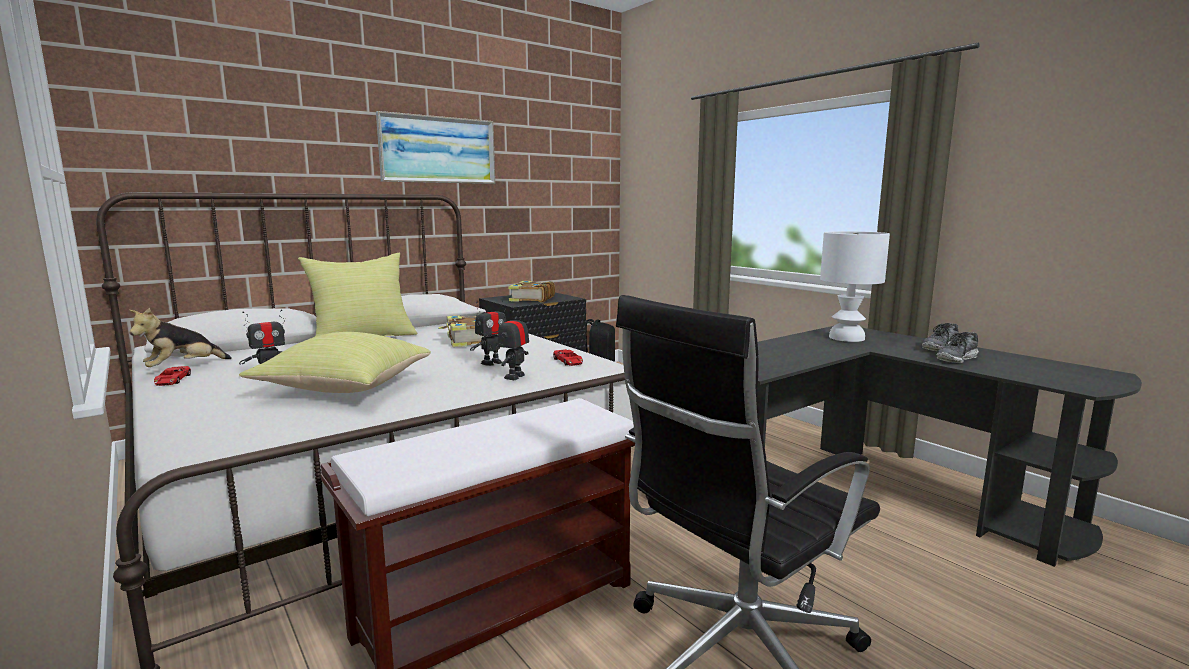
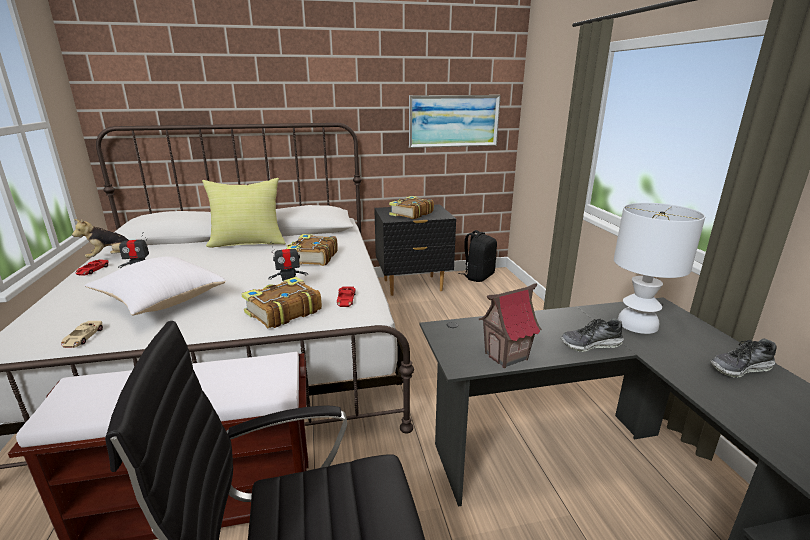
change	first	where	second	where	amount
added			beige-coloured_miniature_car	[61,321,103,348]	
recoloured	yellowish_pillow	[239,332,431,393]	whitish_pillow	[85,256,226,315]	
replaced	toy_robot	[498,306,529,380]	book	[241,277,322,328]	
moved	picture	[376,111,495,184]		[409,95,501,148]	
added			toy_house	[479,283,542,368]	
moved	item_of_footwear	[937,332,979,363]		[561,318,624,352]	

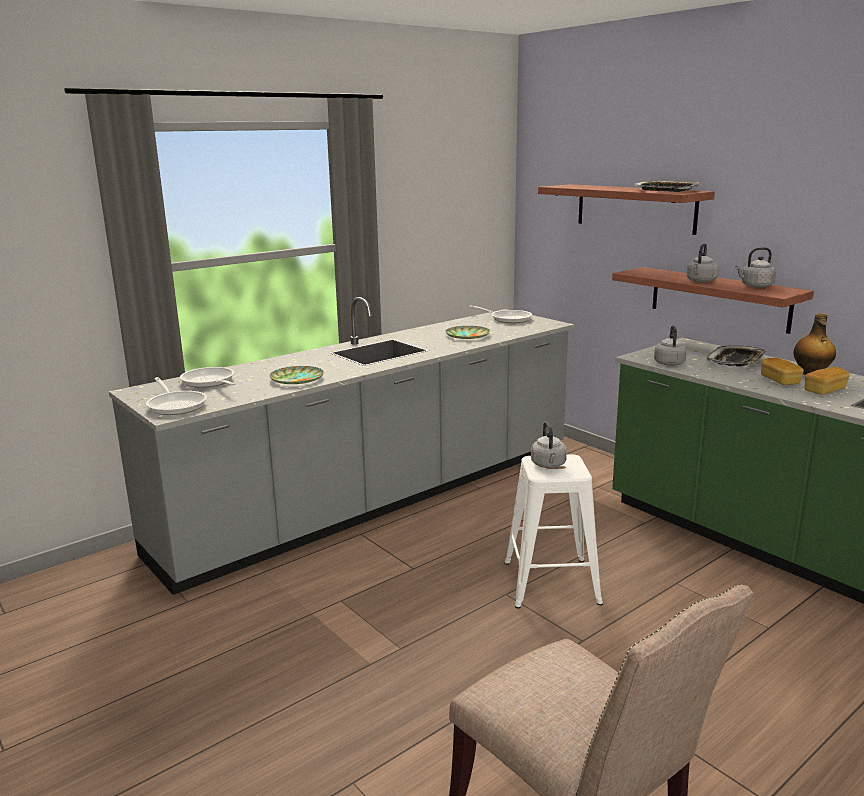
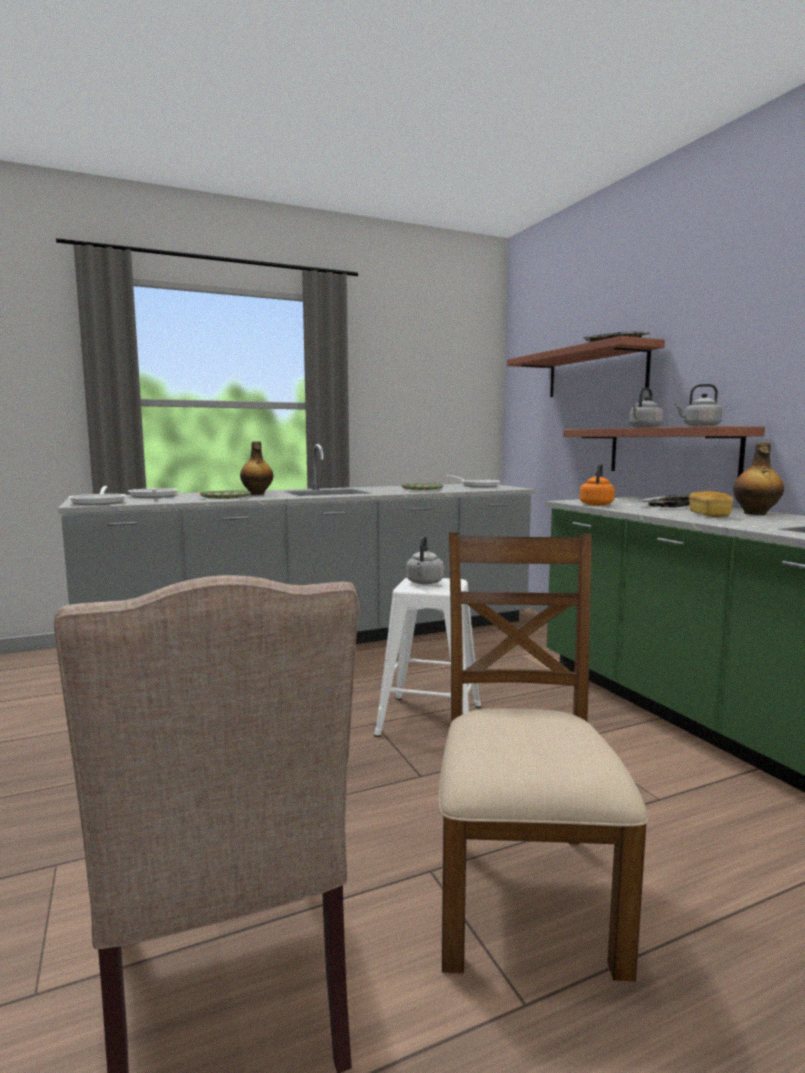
change	first	where	second	where	amount
added			drink_bottle	[240,441,273,495]	
added			brown_plain_chair	[439,533,648,981]	
recoloured	grey_water_kettle	[654,325,687,366]	orange-coloured_water_kettle	[580,463,615,506]	
removed	bread	[805,367,850,395]			

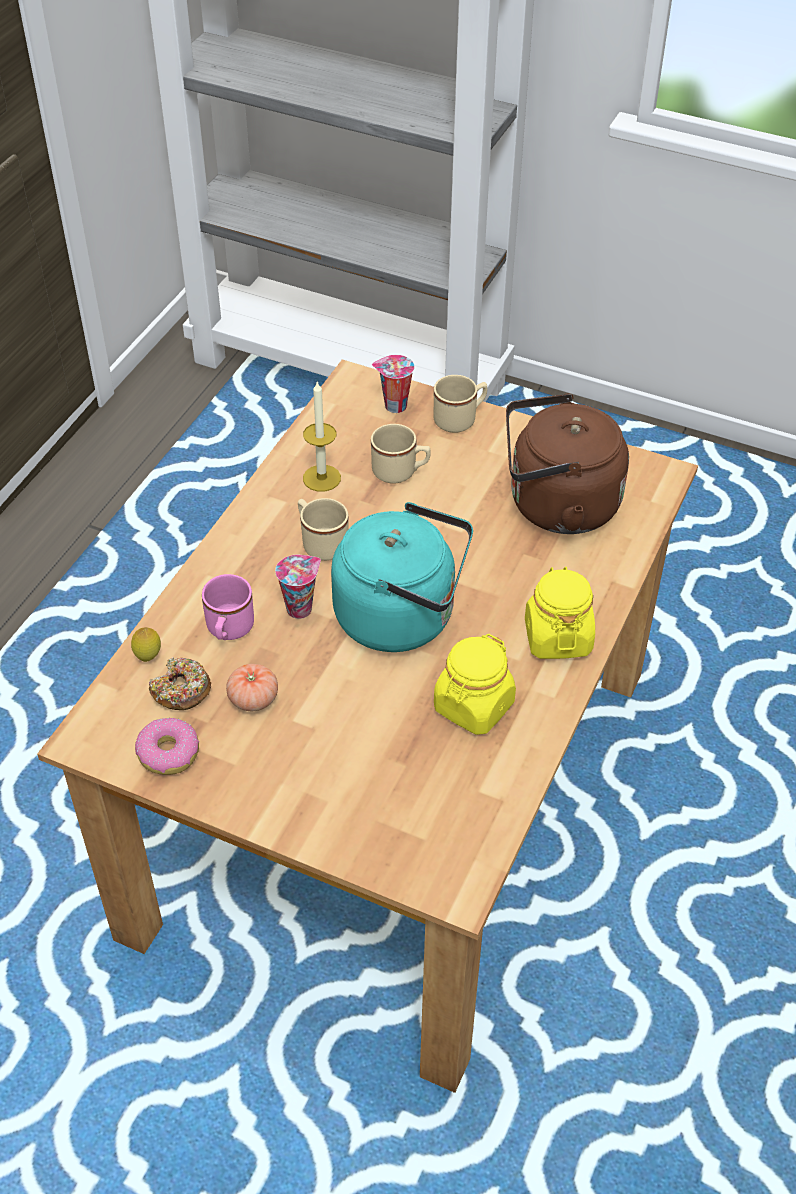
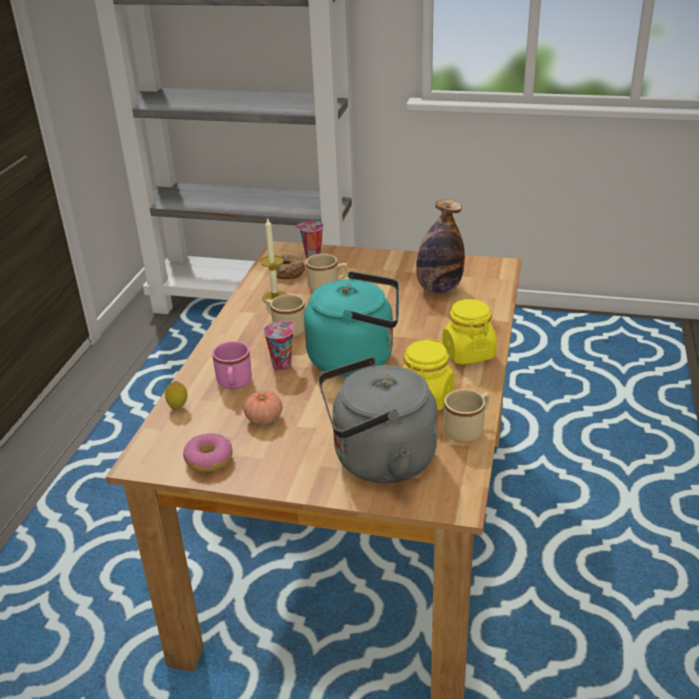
change	first	where	second	where	amount
moved	doughnut	[149,657,211,710]		[276,255,306,279]	
added			grey_water_kettle	[318,357,438,483]	
replaced	brown_water_kettle	[506,393,629,534]	drink_bottle	[416,199,465,294]	
moved	beige-coloured_coffee_mug	[433,375,487,433]		[444,389,489,443]	

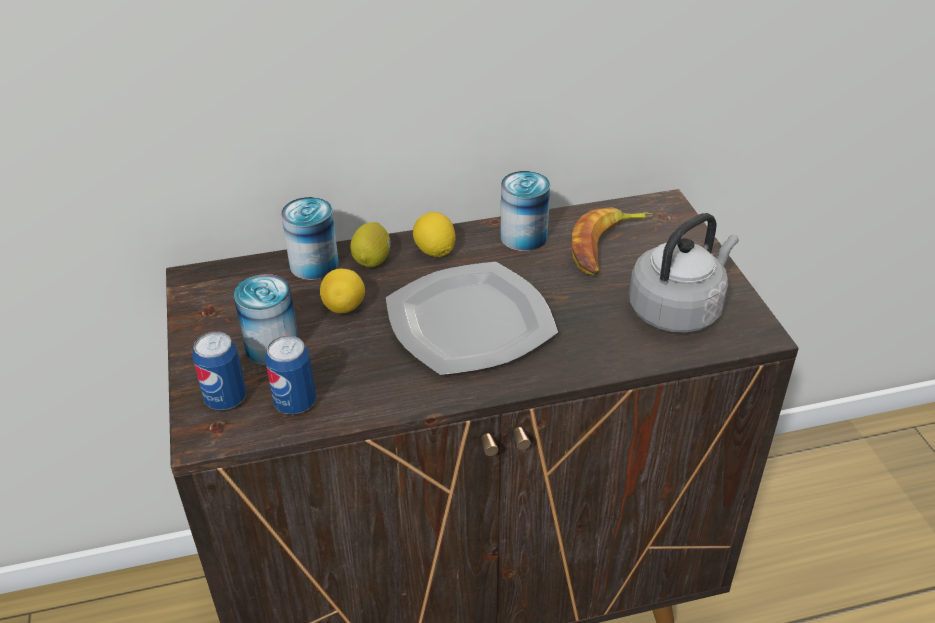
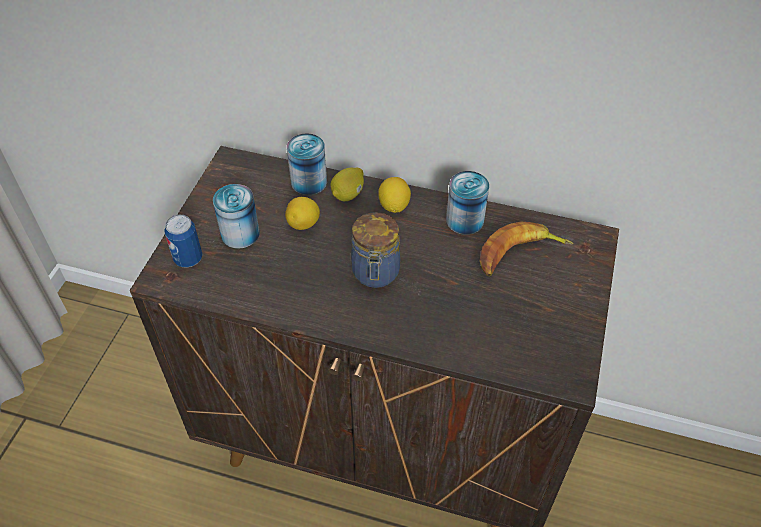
change	first	where	second	where	amount
replaced	plate	[386,262,558,376]	jar	[351,212,400,288]	
removed	sealed_can	[265,335,316,414]			
removed	grey_water_kettle	[629,213,739,333]			

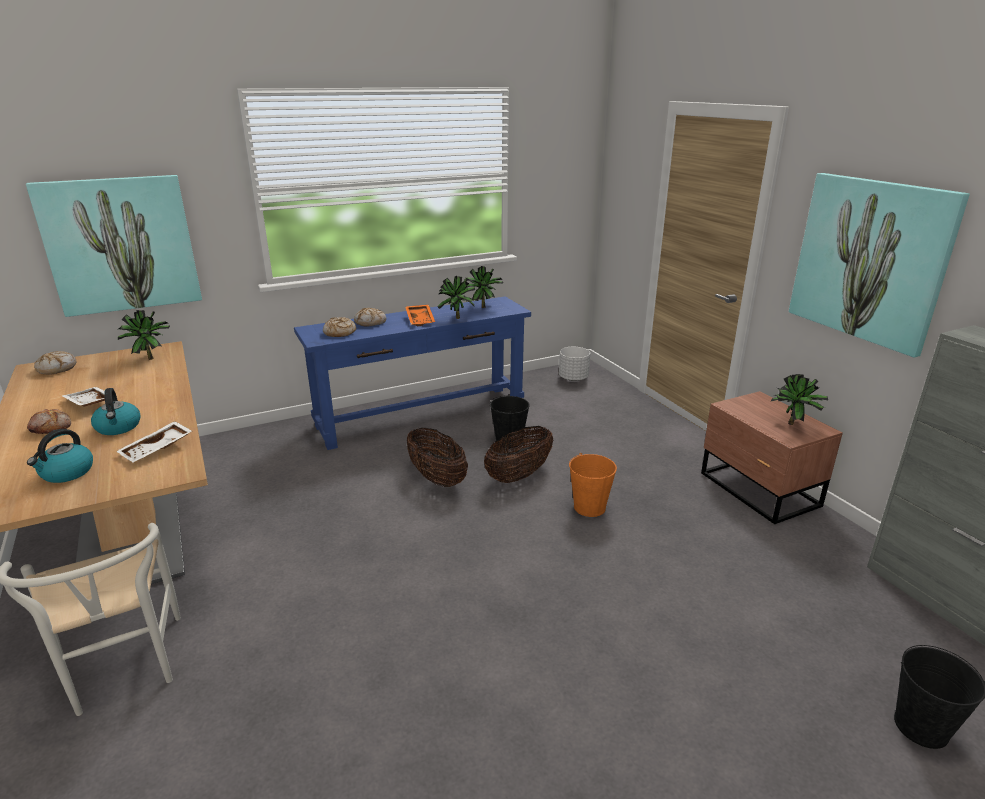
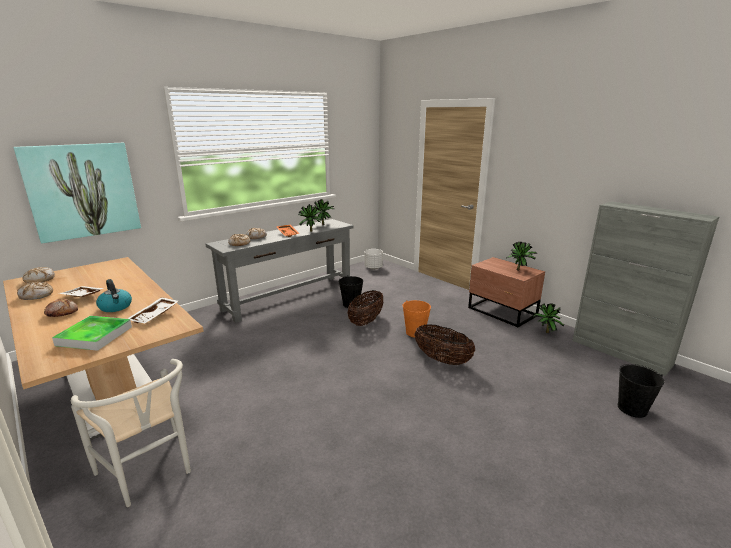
change	first	where	second	where	amount
added			bread	[17,281,53,300]	
replaced	water_kettle	[27,429,93,483]	carrying_tray	[52,316,132,351]	
recoloured	blue-coloured_hall_table	[294,297,531,450]	grey_hall_table	[206,219,354,323]	
moved	household_basket	[407,428,468,487]		[414,324,475,365]	
moved	plant_in_a_pot	[118,310,171,360]		[533,303,564,333]	
removed	picture	[789,173,970,358]			

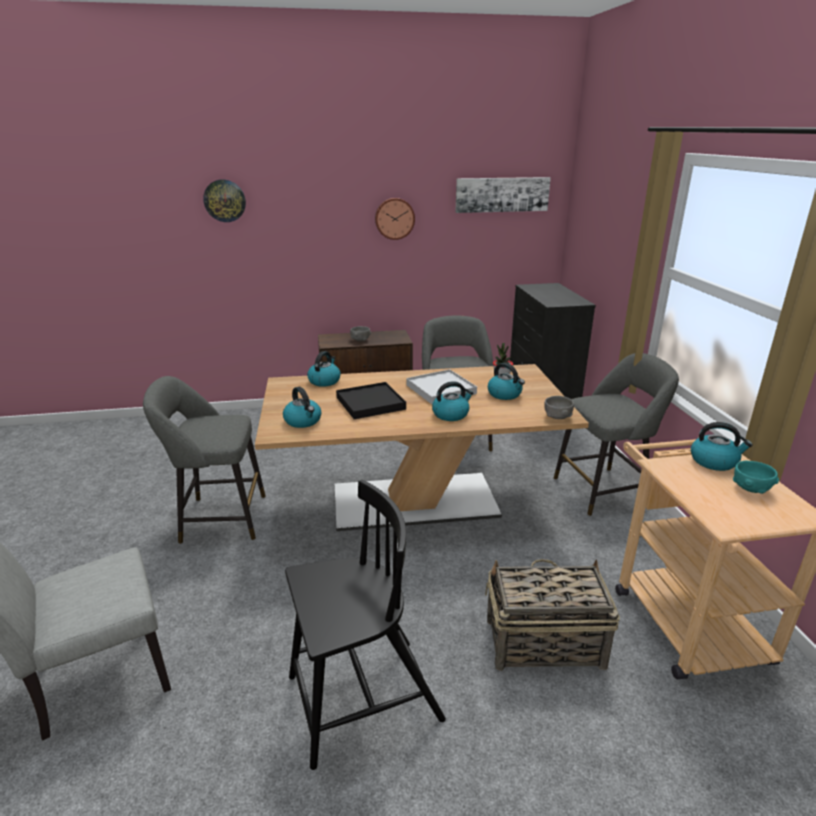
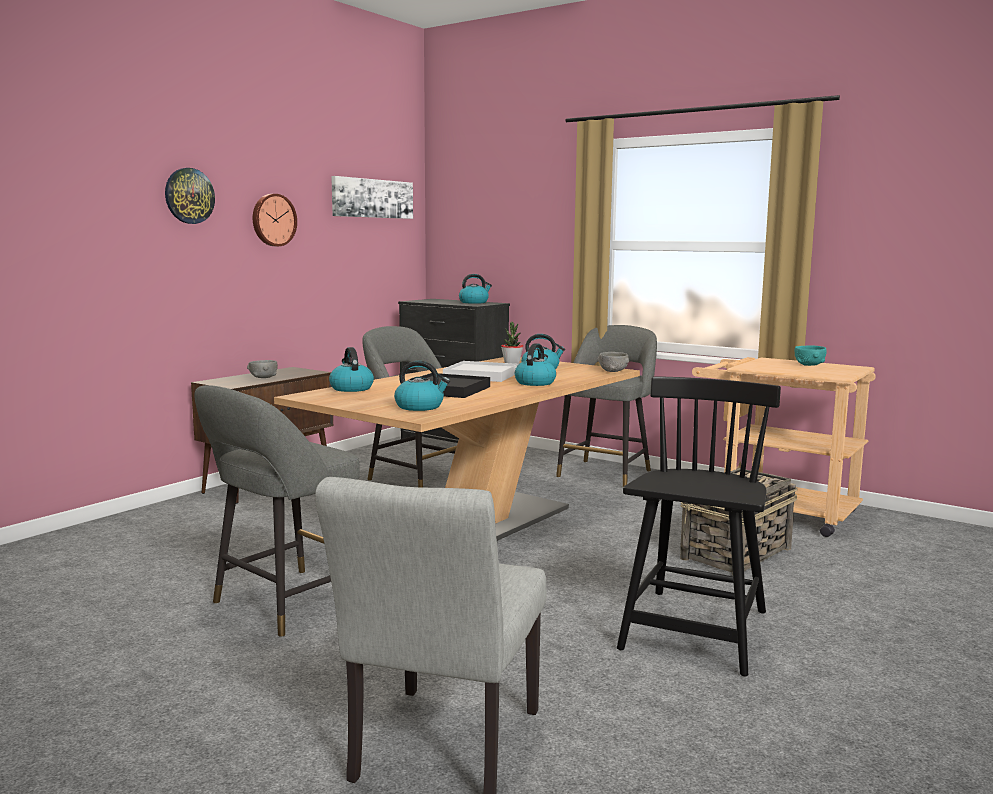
change	first	where	second	where	amount
moved	clock_on_the_wall	[203,179,246,222]		[165,168,215,224]	
moved	water_kettle	[691,422,753,471]		[459,274,492,304]	

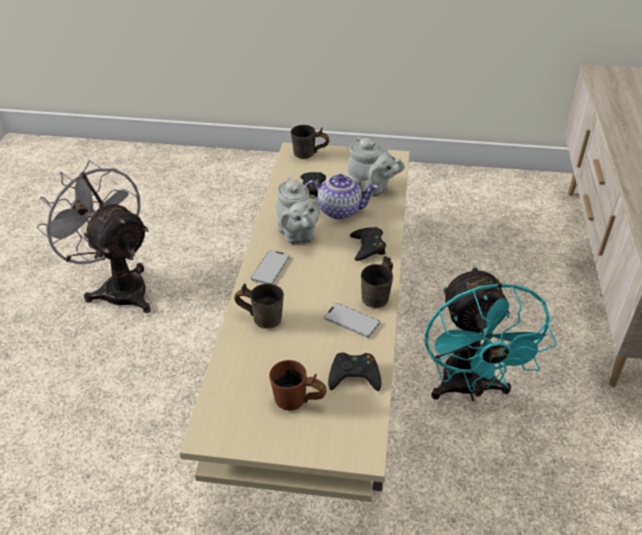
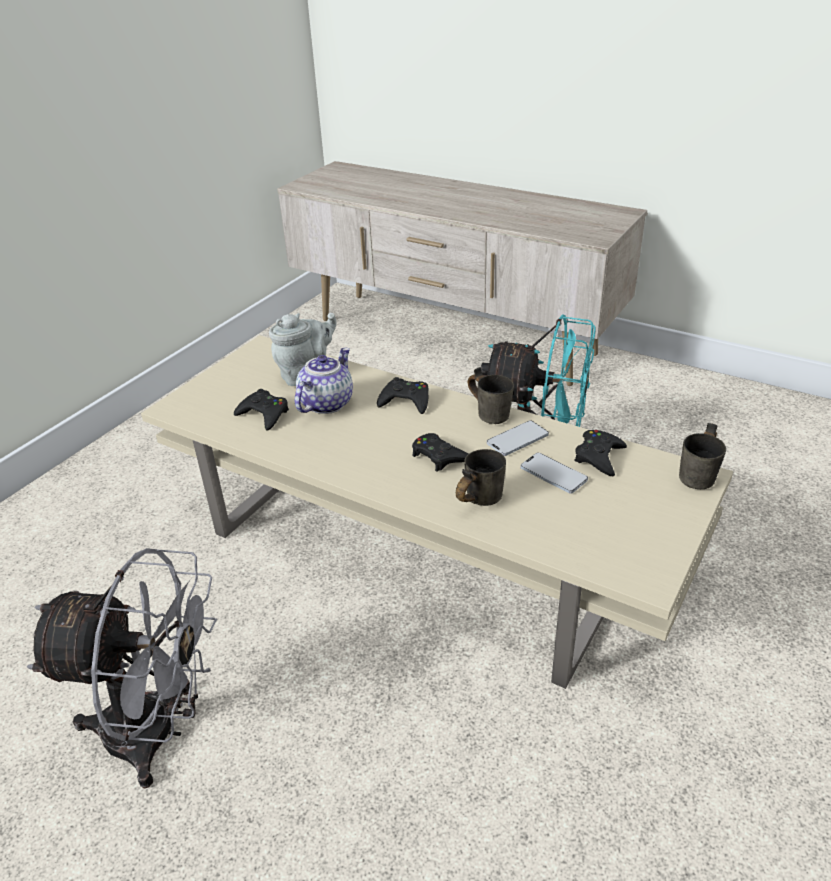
change	first	where	second	where	amount
turned	grey_electric_fan	[37,160,151,313]		[27,548,217,788]	150 degrees counterclockwise
added			black_game_controller	[412,433,468,472]	
moved	telephone	[251,250,290,284]		[520,453,588,494]	
moved	grey_coffee_mug	[291,125,330,159]		[679,423,726,489]	
removed	brown_coffee_mug	[269,360,327,411]			
removed	grey_teapot	[276,176,320,244]			

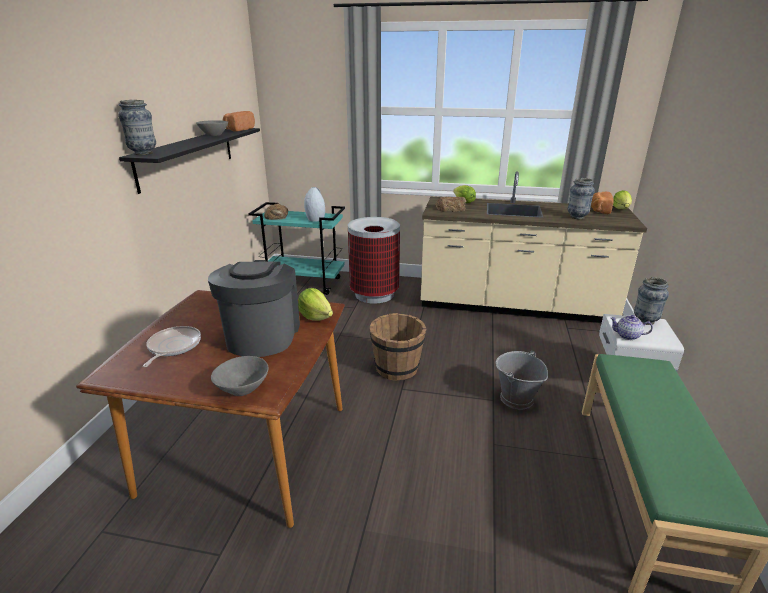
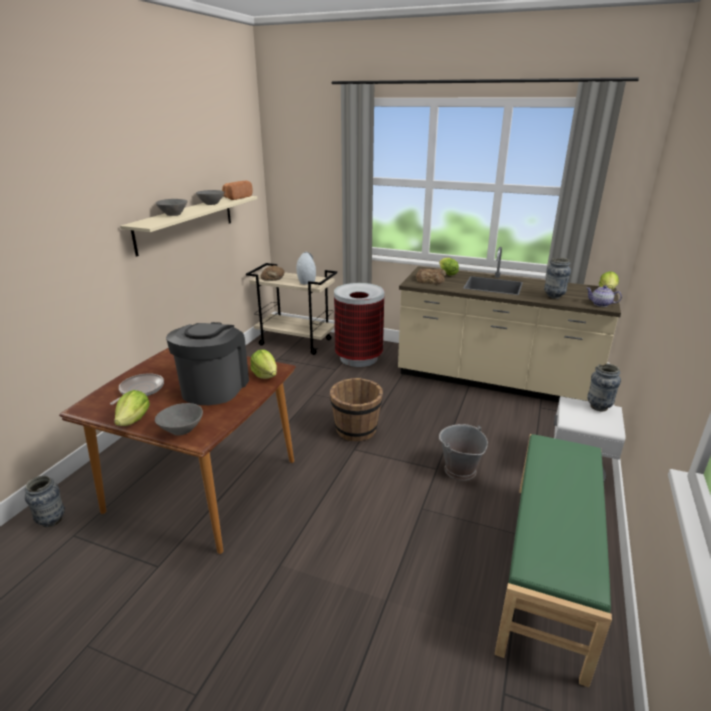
change	first	where	second	where	amount
moved	flower_vase	[118,100,156,155]		[25,476,65,527]	
added			lettuce_head	[114,390,150,426]	
recoloured	black_shelf	[119,128,260,194]	beige-coloured_shelf	[120,196,257,257]	
added			grey_serving_bowl	[156,199,187,216]	
recoloured	turquoise-coloured_trolley	[248,202,345,295]	beige-coloured_trolley	[246,263,337,355]	
moved	teapot	[610,315,653,340]		[586,285,622,307]	
removed	bread	[591,192,614,214]			

